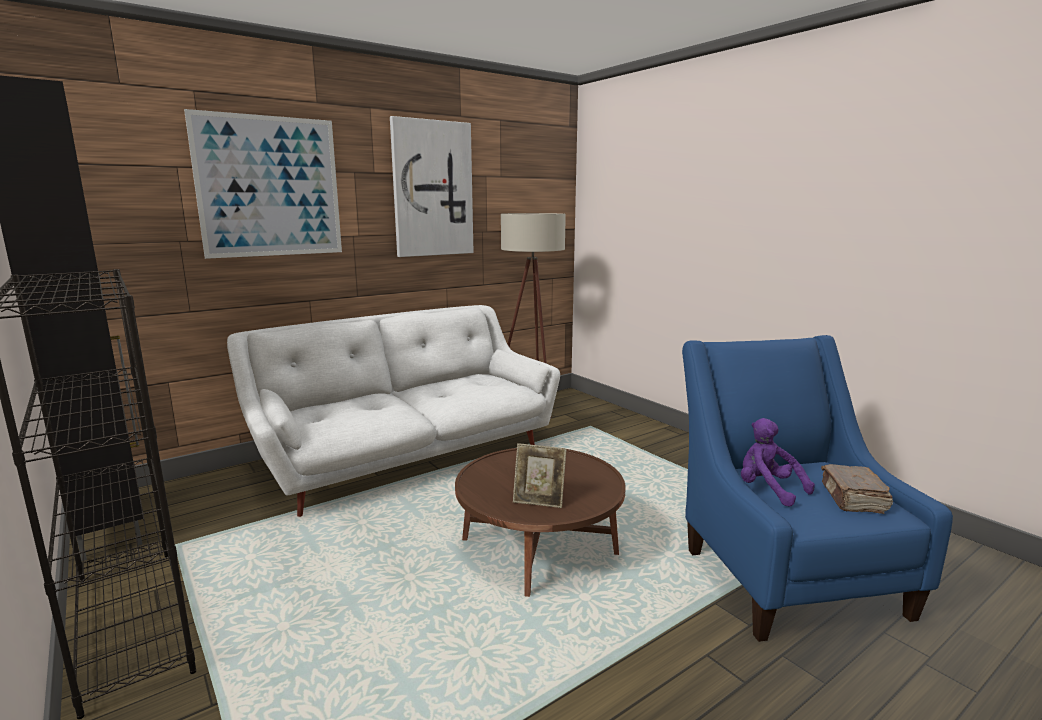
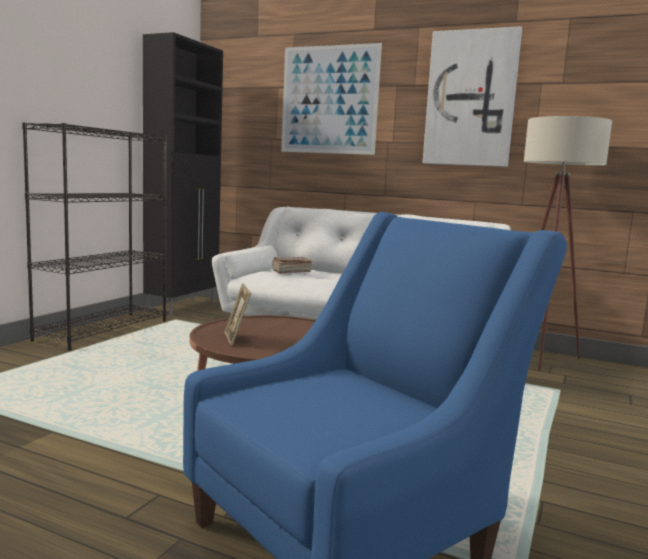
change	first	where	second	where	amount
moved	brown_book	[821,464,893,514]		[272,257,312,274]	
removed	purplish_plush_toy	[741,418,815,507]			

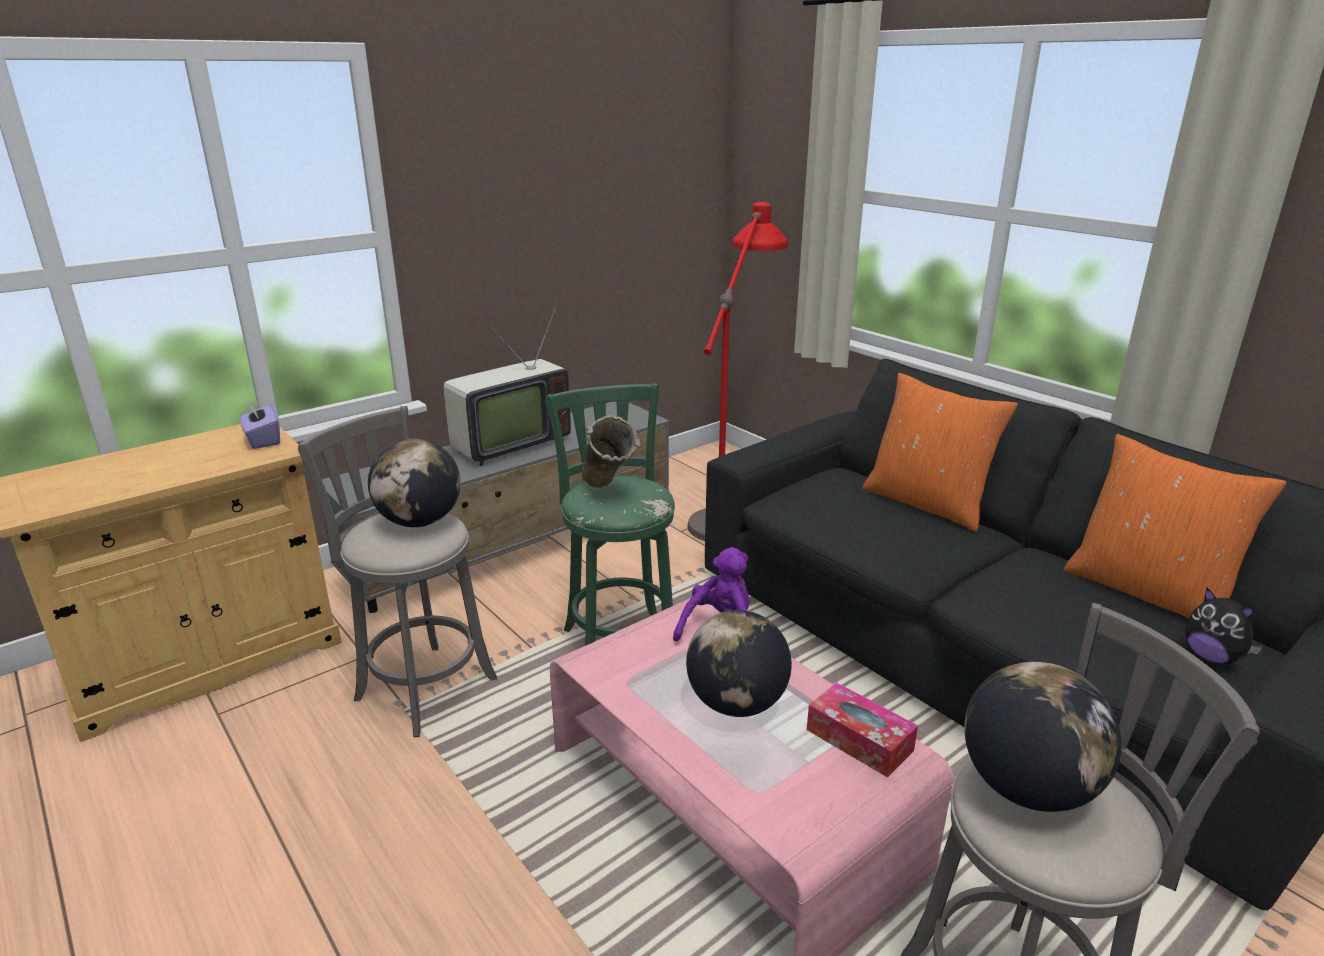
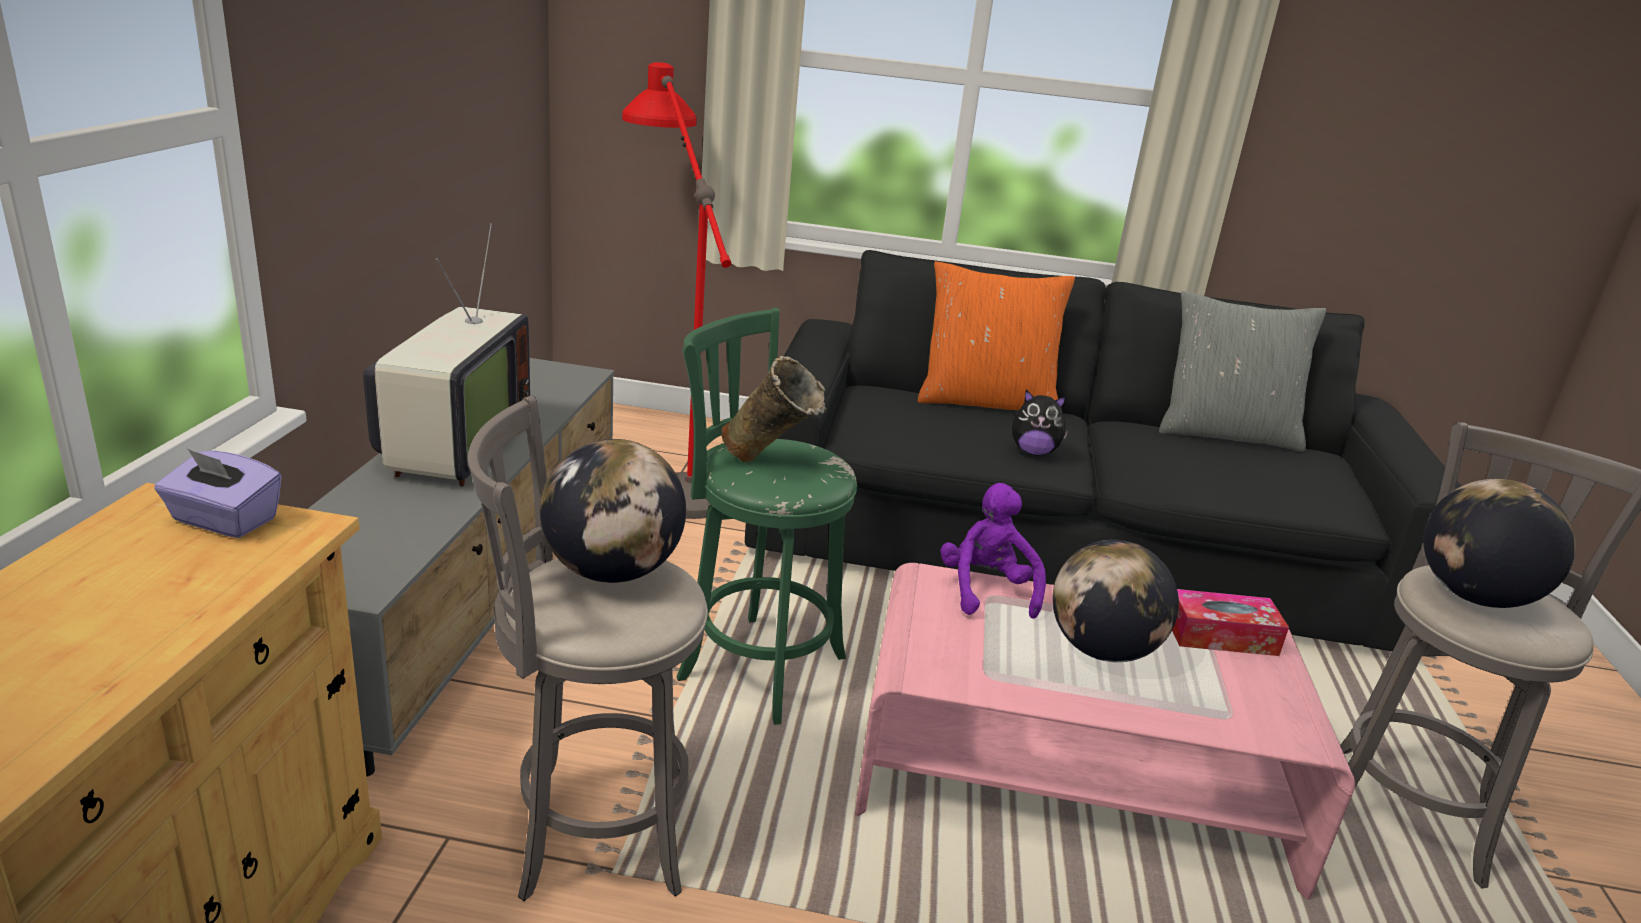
change	first	where	second	where	amount
moved	plush_toy	[1185,588,1262,664]		[1012,390,1069,456]	
recoloured	orange-coloured_pillow	[1064,434,1287,618]	grey_pillow	[1159,291,1326,452]	

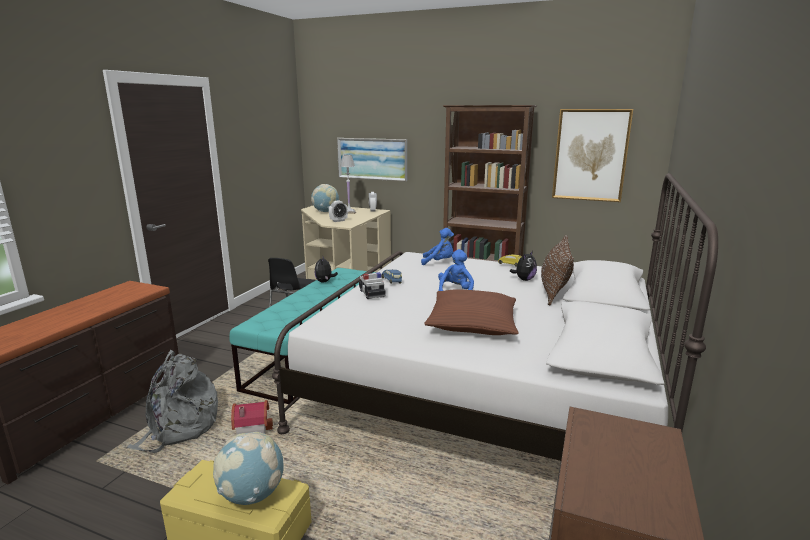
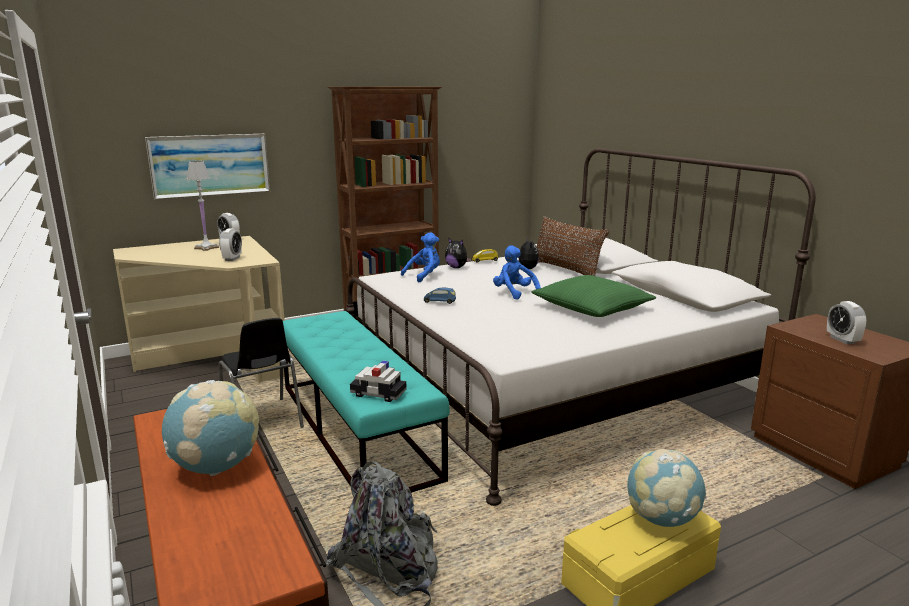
change	first	where	second	where	amount
moved	world_globe	[311,184,339,212]		[162,380,259,476]	
moved	miniature_car	[359,272,386,299]		[350,361,407,402]	
moved	plush_toy	[315,257,338,283]		[445,238,471,268]	
recoloured	brown_pillow	[424,290,519,335]	greenish_pillow	[531,275,656,317]	
added			table_clock	[827,301,867,344]	
removed	toy_house	[231,400,273,435]			
removed	picture	[552,109,633,202]			

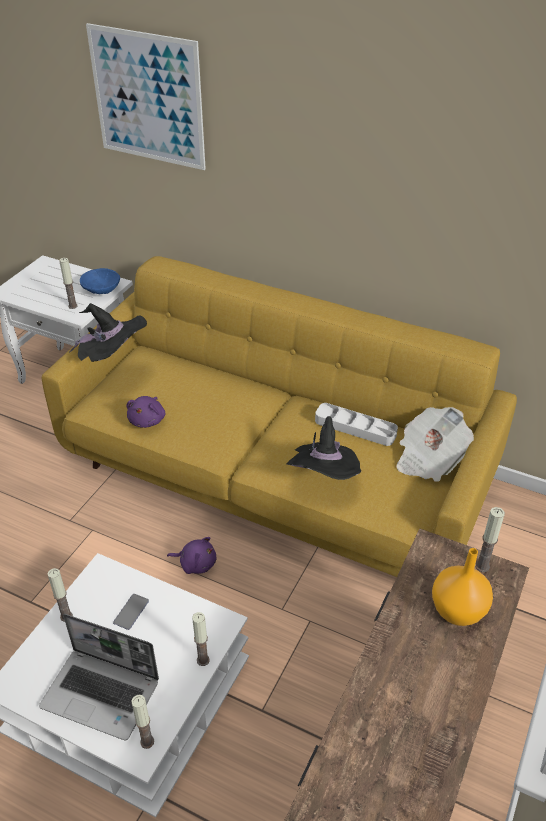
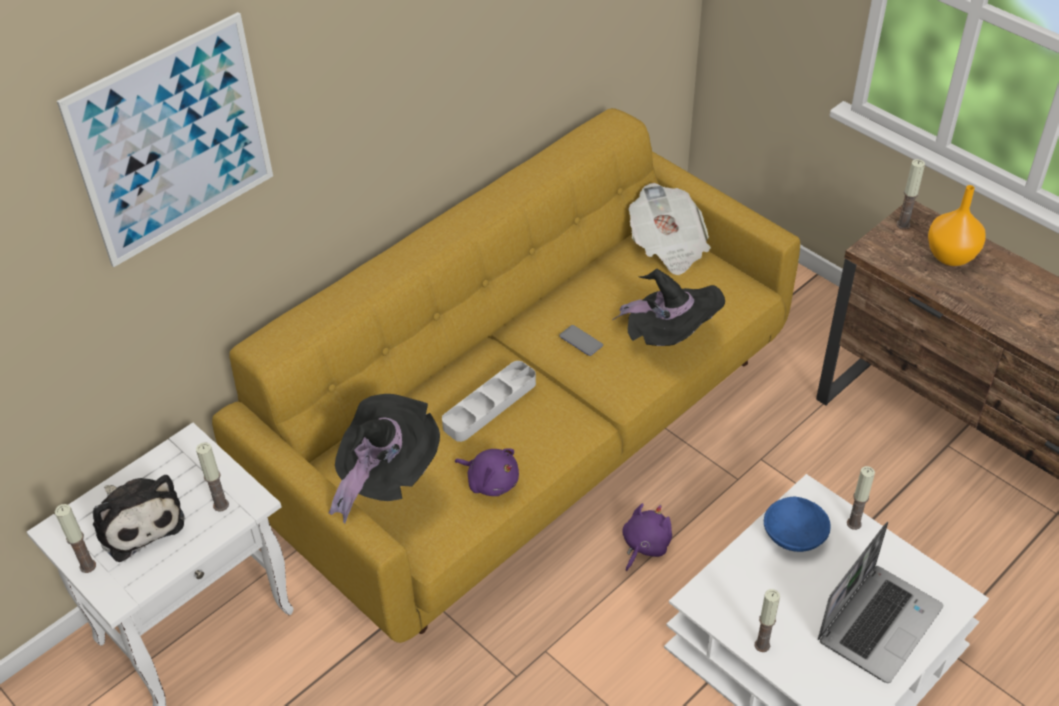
change	first	where	second	where	amount
moved	wax_light	[132,695,154,749]		[55,504,96,573]	
added			plush_toy	[93,475,185,562]	
moved	grey_carrying_tray	[315,403,398,446]		[442,361,536,442]	
moved	telephone	[113,594,149,630]		[559,325,603,356]	
moved	blue-coloured_serving_bowl	[80,268,120,294]		[764,497,831,552]	

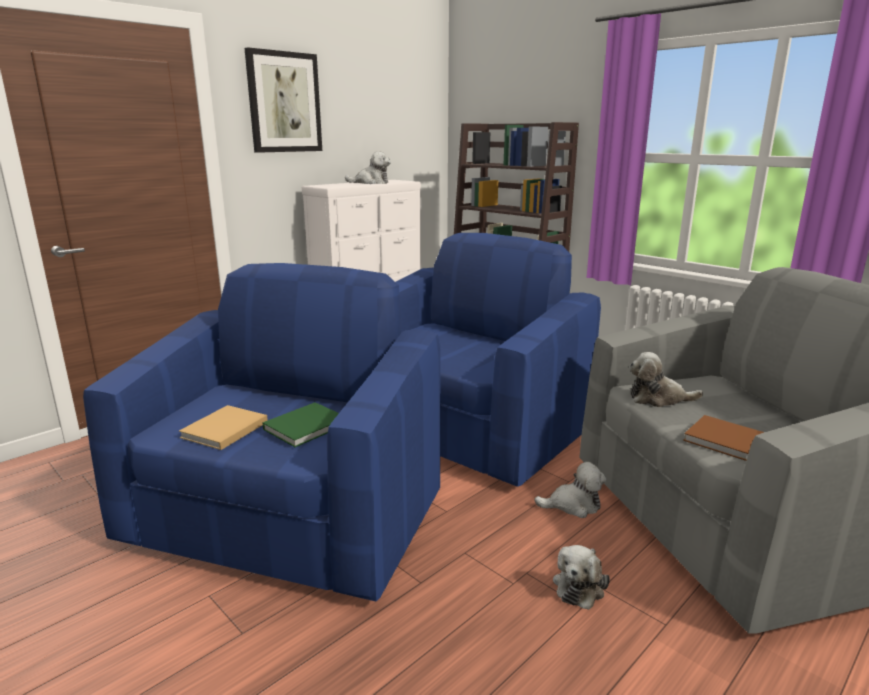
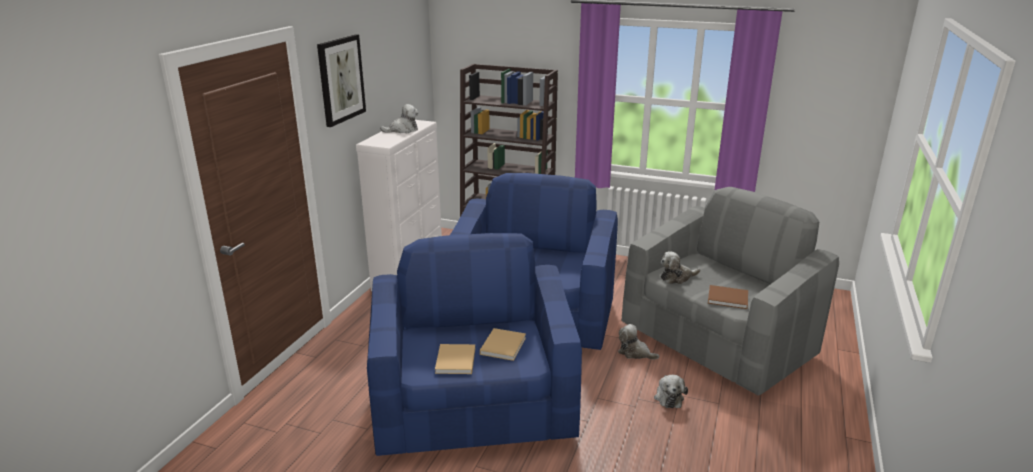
change	first	where	second	where	amount
recoloured	greenish_book	[263,402,339,447]	beige-coloured_book	[480,328,526,361]	
turned	plush_toy	[534,462,606,518]		[618,324,660,360]	120 degrees counterclockwise

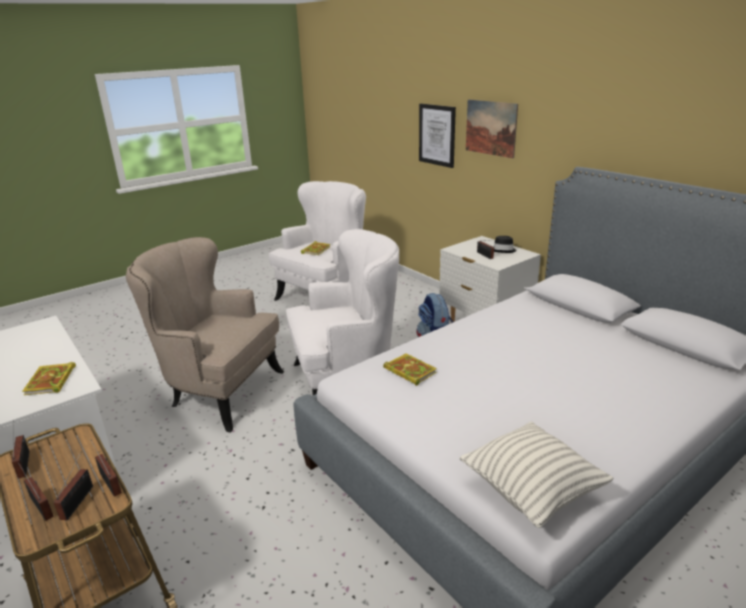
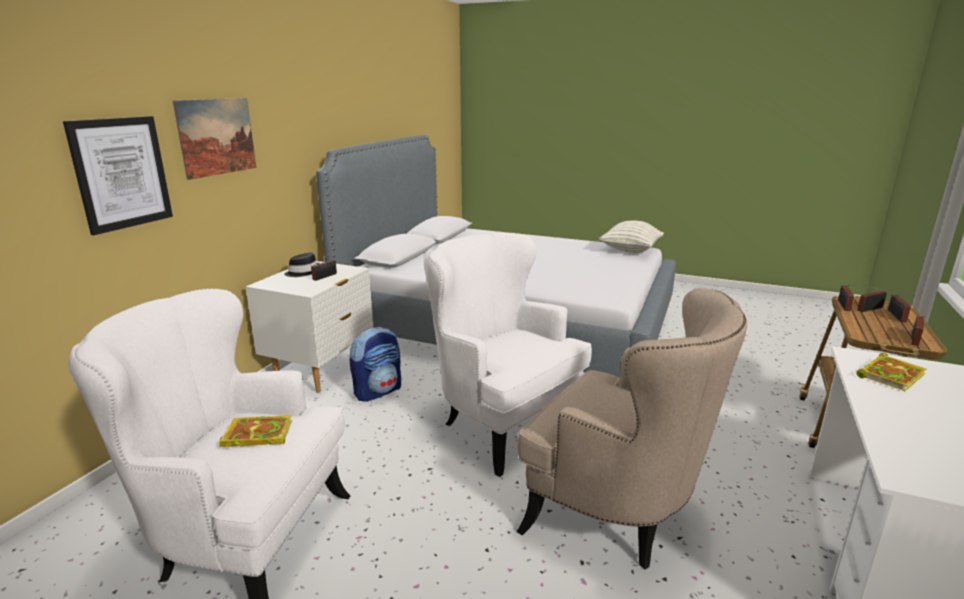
change	first	where	second	where	amount
turned	beige-coloured_easy_chair	[126,237,284,433]		[516,288,747,570]	45 degrees counterclockwise
removed	book	[383,353,437,386]			

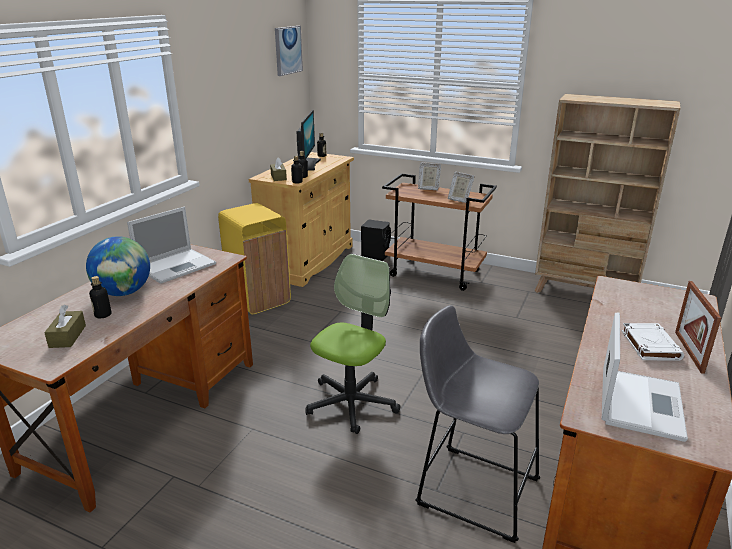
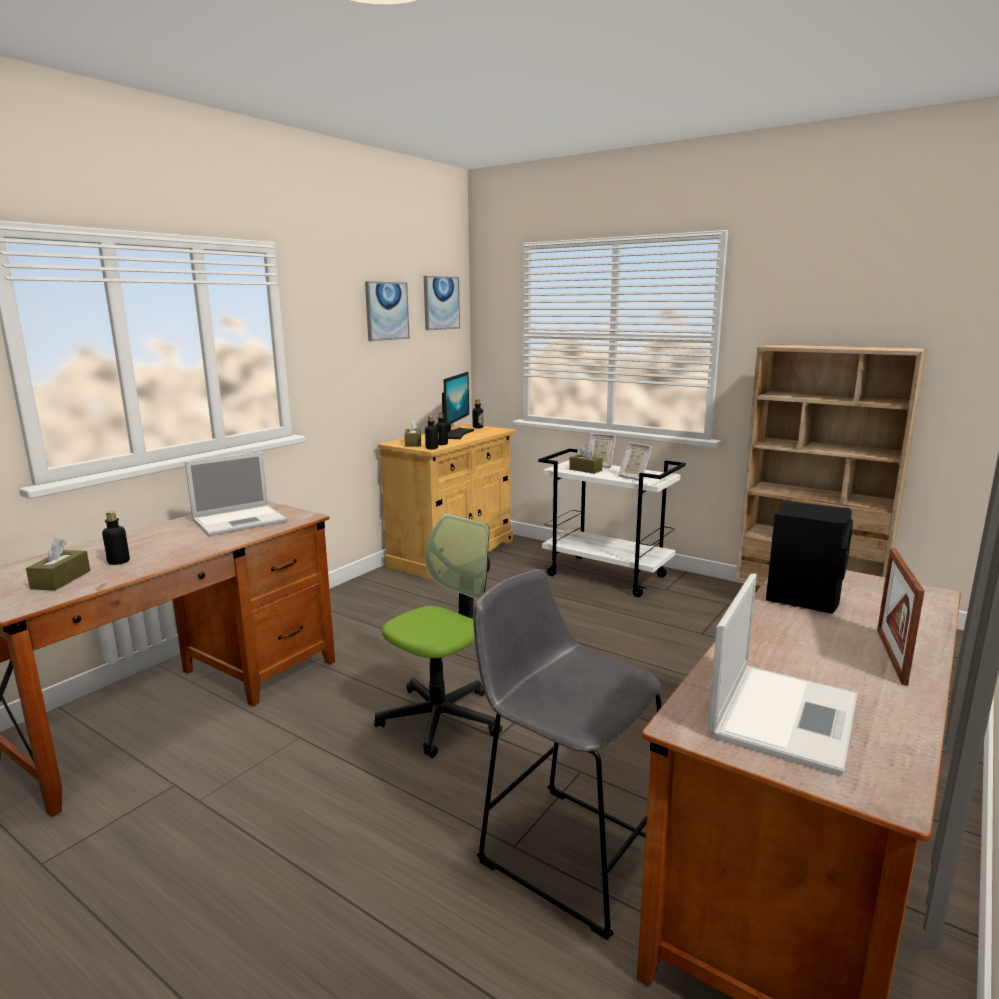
change	first	where	second	where	amount
added			picture	[365,281,410,341]	
recoloured	brown_trolley	[382,173,497,291]	whitish_trolley	[538,448,686,597]	
added			brown_tissue_box	[569,446,603,474]	
moved	black_speaker	[361,219,391,261]		[766,501,853,614]	
removed	world_globe	[86,236,150,296]			
removed	yellowish_trash_can	[218,203,291,314]			
removed	whitish_book	[622,323,684,361]			

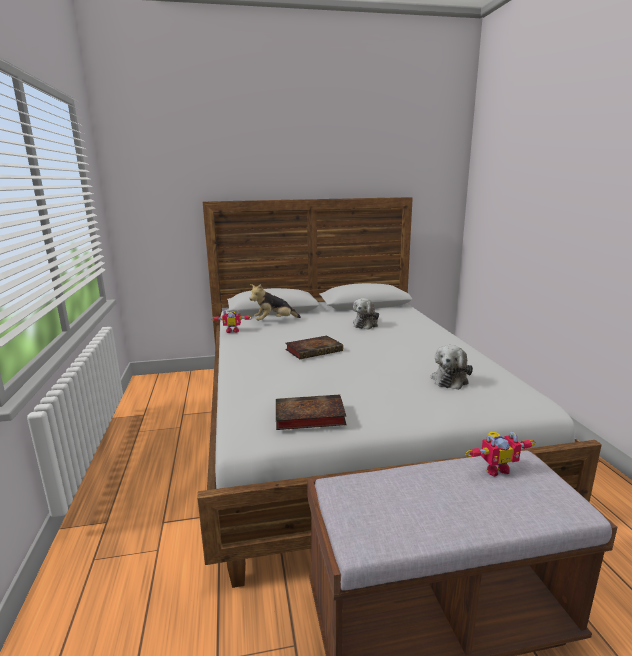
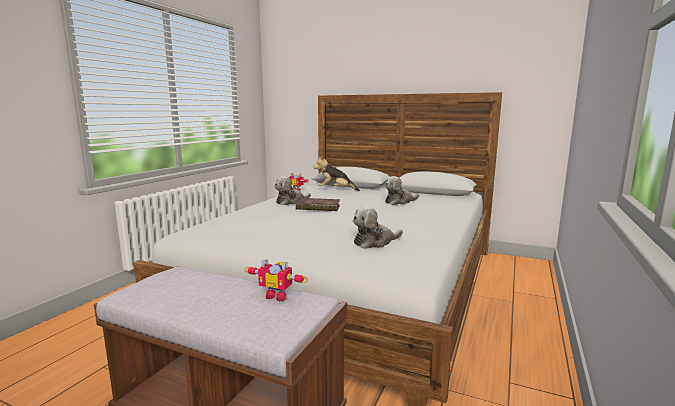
change	first	where	second	where	amount
added			plush_toy	[274,176,311,205]	
removed	book	[276,394,347,430]			

